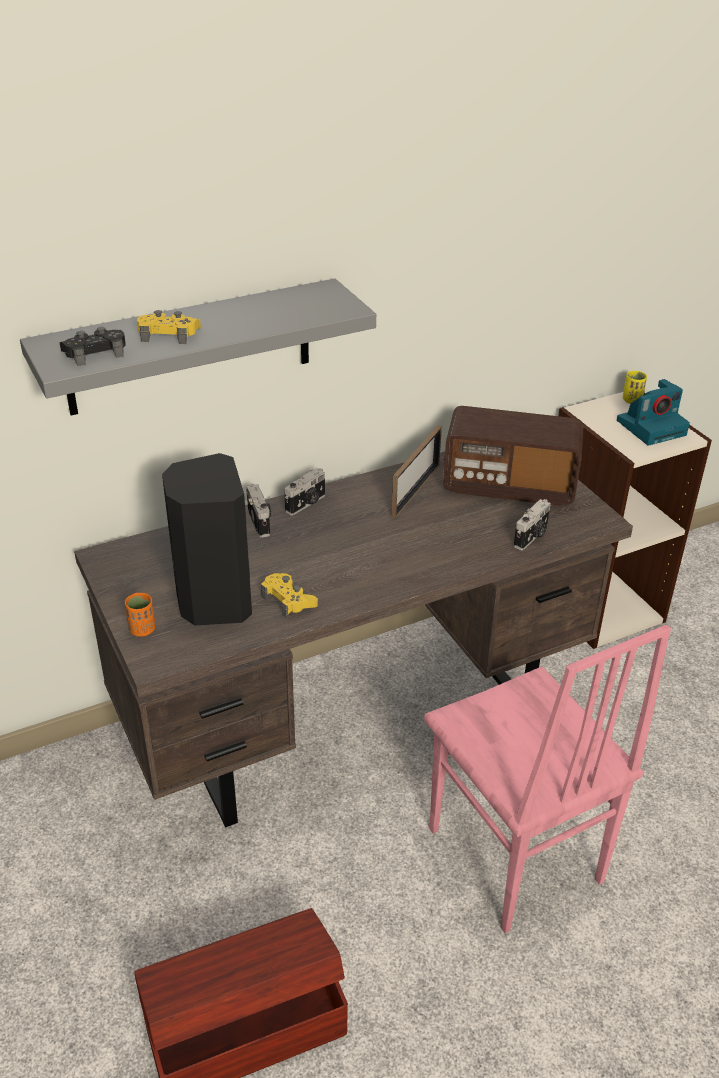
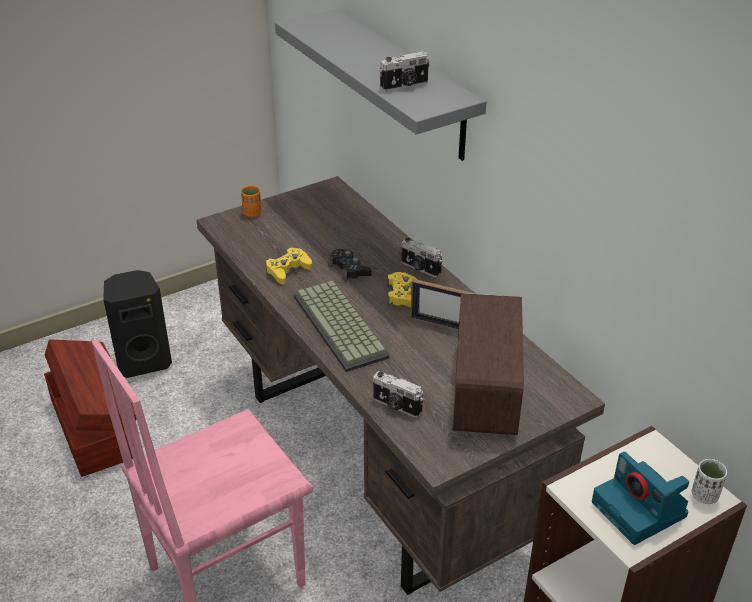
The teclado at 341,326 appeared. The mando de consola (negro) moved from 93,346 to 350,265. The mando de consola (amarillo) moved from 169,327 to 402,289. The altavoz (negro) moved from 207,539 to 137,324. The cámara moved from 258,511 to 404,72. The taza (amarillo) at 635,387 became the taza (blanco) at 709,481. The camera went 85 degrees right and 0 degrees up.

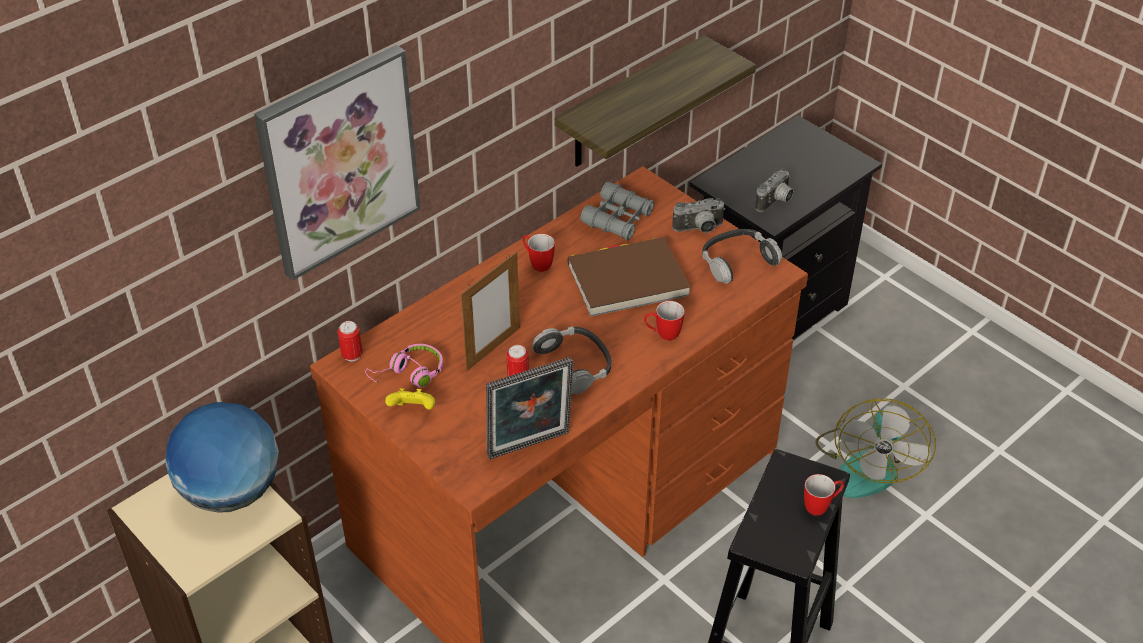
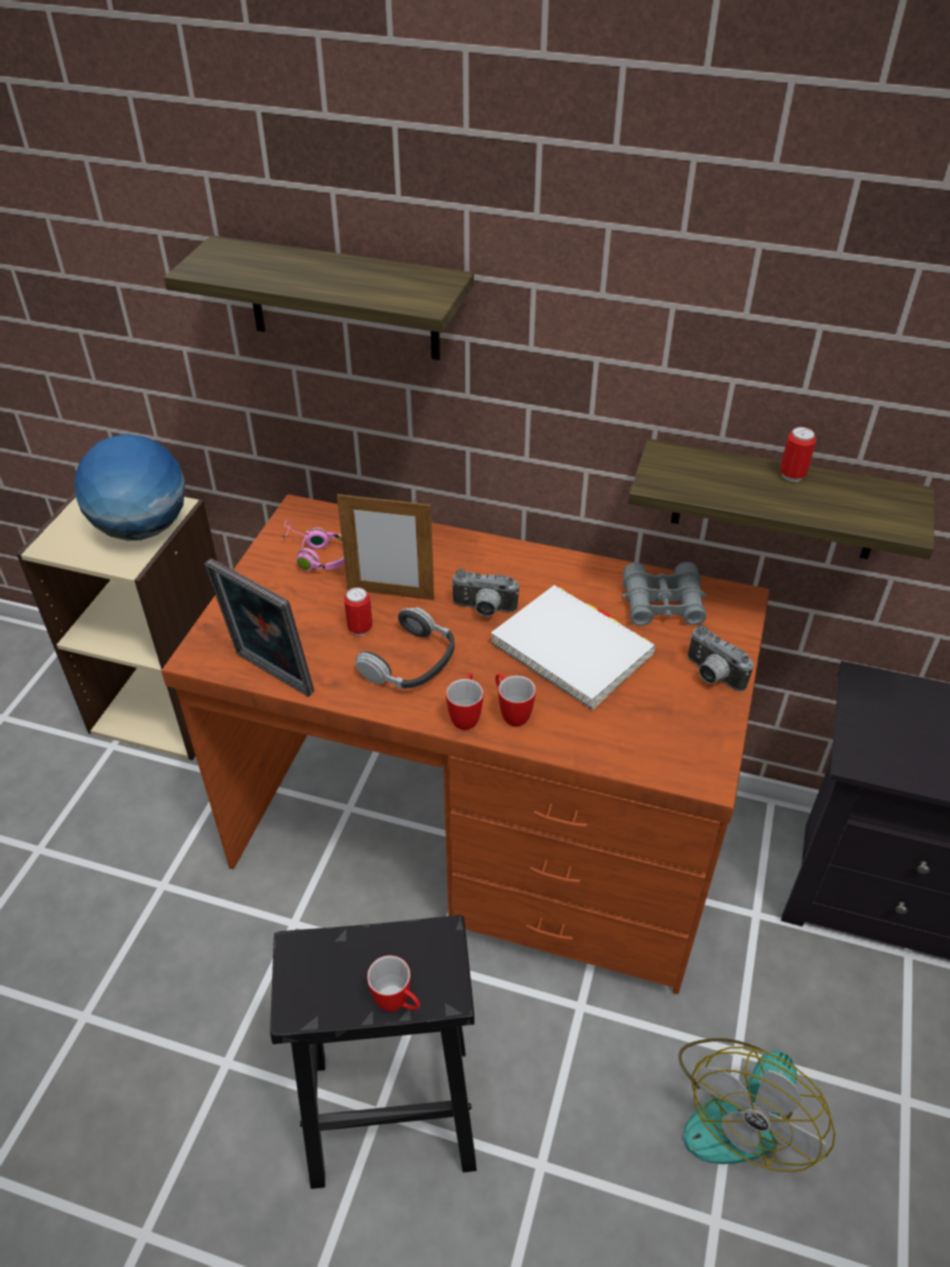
The mando de consola (amarillo) at 410,399 disappeared. The auriculares at 742,256 disappeared. The lata moved from 350,341 to 798,454. The taza grande moved from 538,253 to 464,701. The cámara moved from 774,190 to 485,592. The cuadro at 337,163 was replaced by the estante at 319,297. The libro (marrón) at 628,276 became the libro (blanco) at 573,647. The ventilador at 875,448 turned 45 degrees counterclockwise. The camera went 60 degrees right and 0 degrees up.

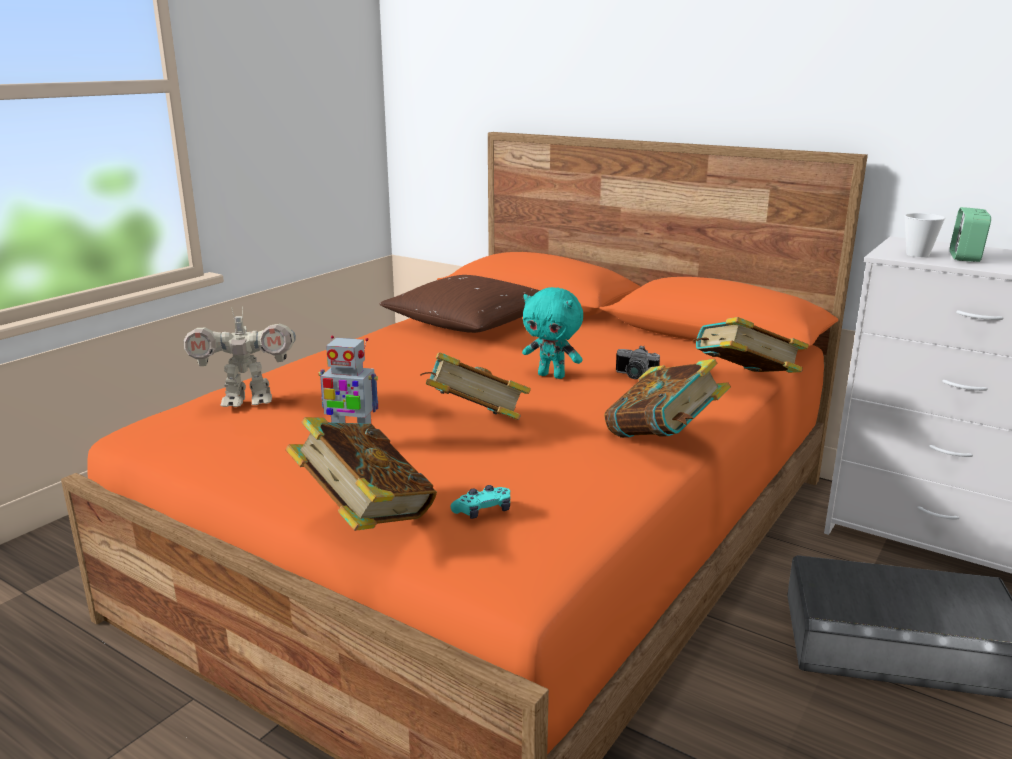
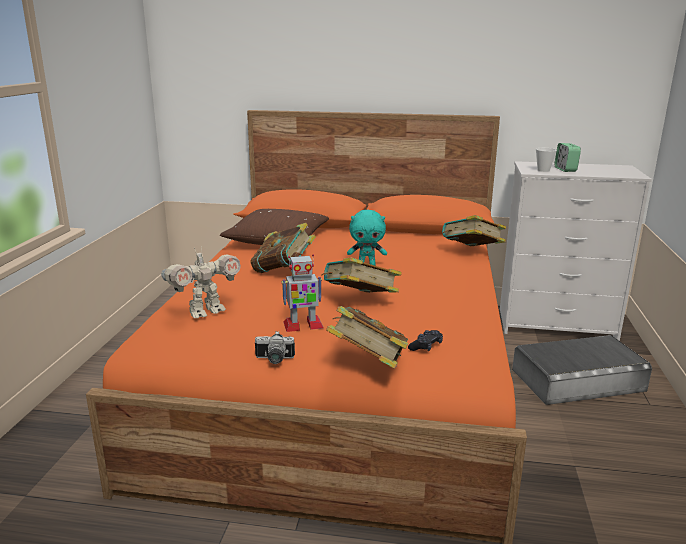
The libro moved from 667,398 to 283,248. The cámara moved from 638,362 to 275,348. The mando de consola (turquesa) at 480,502 became the mando de consola (negro) at 425,340. The camera went 25 degrees left and 0 degrees up.

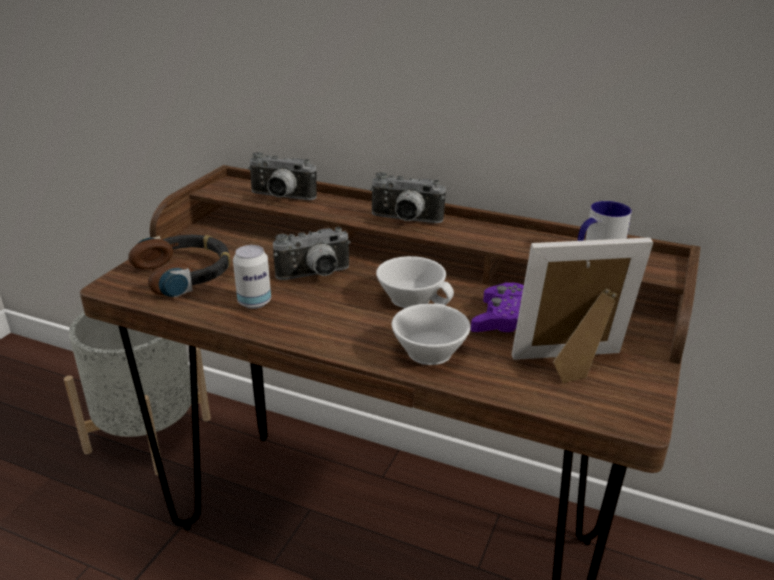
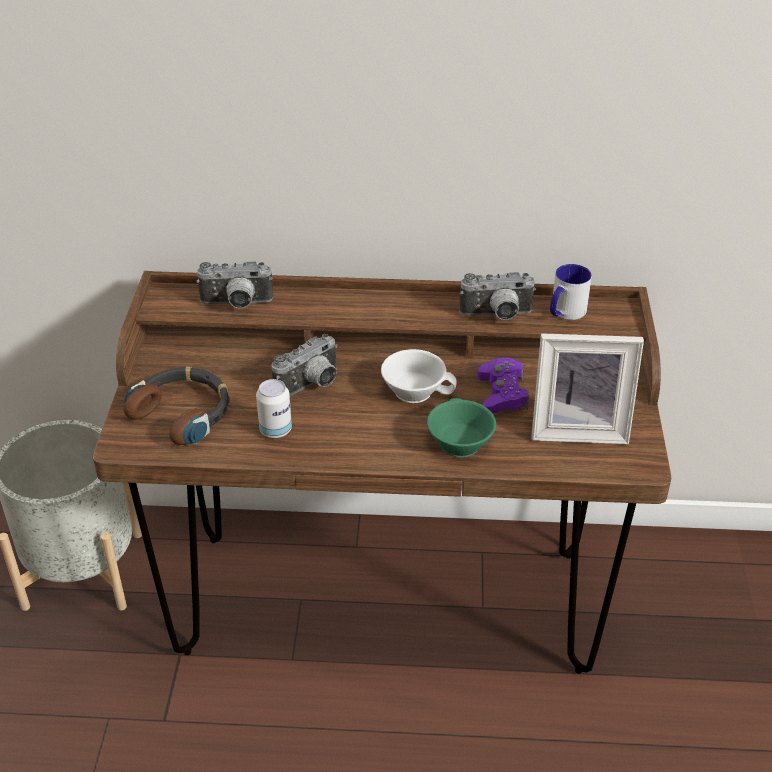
The cámara moved from 408,197 to 497,296. The taza (blanco) at 431,334 became the taza (verde) at 461,428. The portarretratos at 582,310 turned 150 degrees counterclockwise. The camera went 20 degrees left and 10 degrees up.

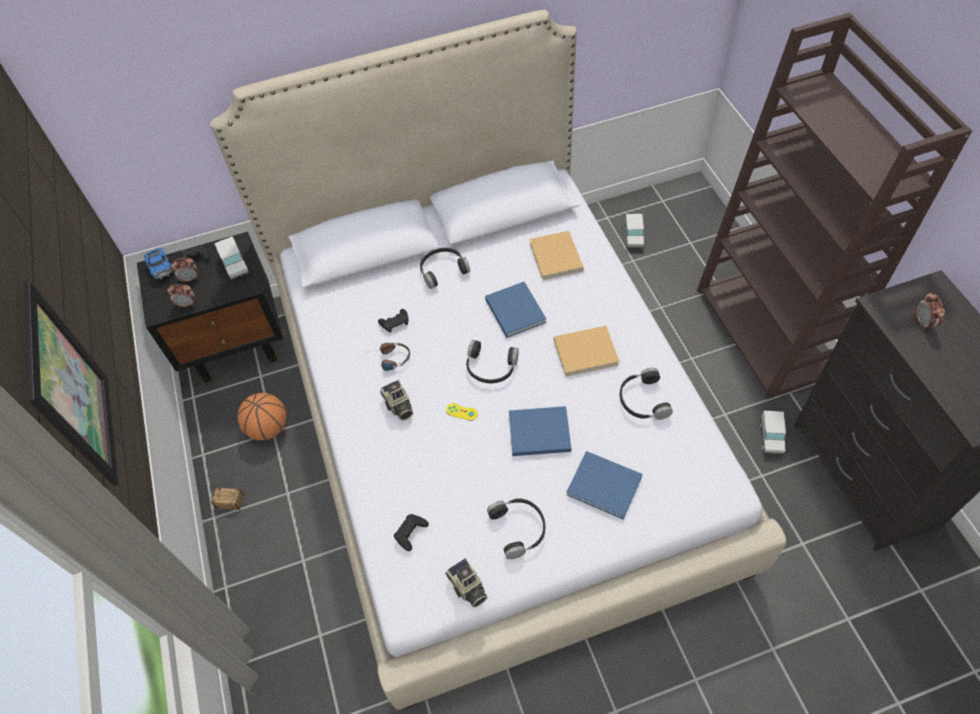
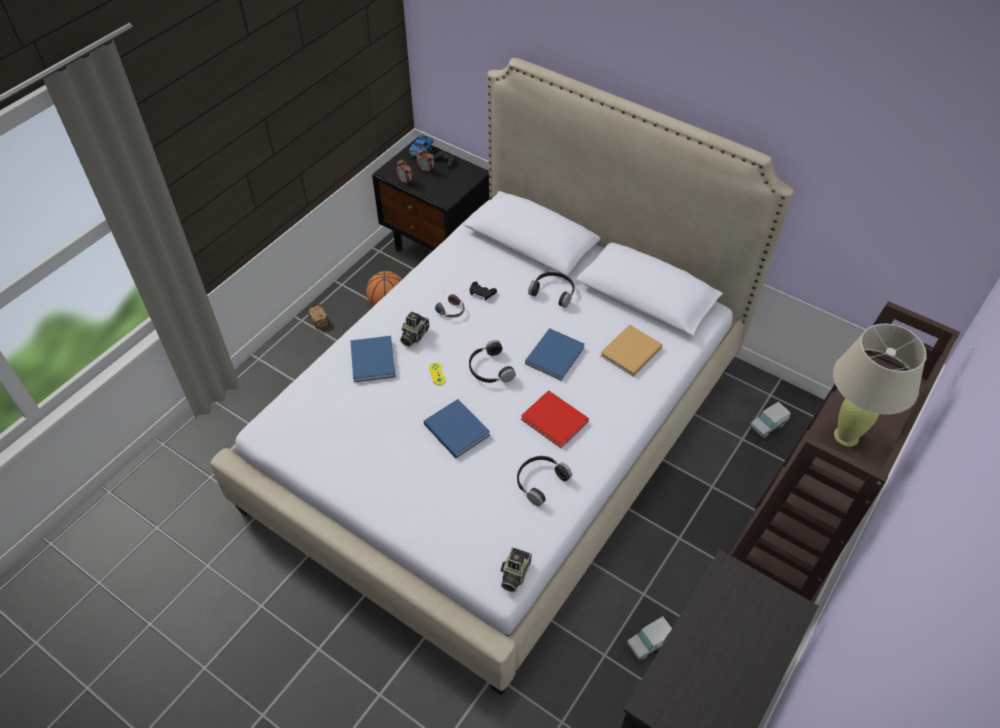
The cuadro at 71,383 disappeared. The camión de juguete at 231,258 disappeared. The mando de consola (negro) at 411,532 disappeared. The auriculares (negro) at 516,528 disappeared. The despertador at 930,311 disappeared. The lámpara de mesa (beis) at 879,385 appeared. The cámara moved from 466,583 to 516,569. The libro (azul) moved from 604,485 to 373,359. The libro (beis) at 587,351 became the libro (rojo) at 555,419. The camera went 50 degrees right and 5 degrees down.

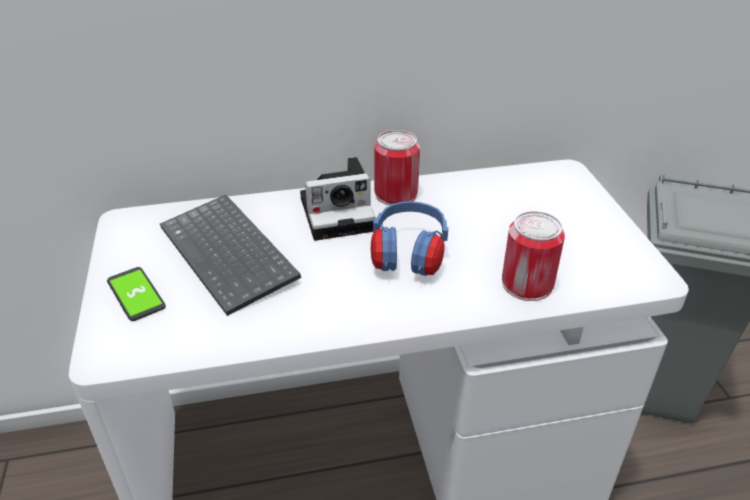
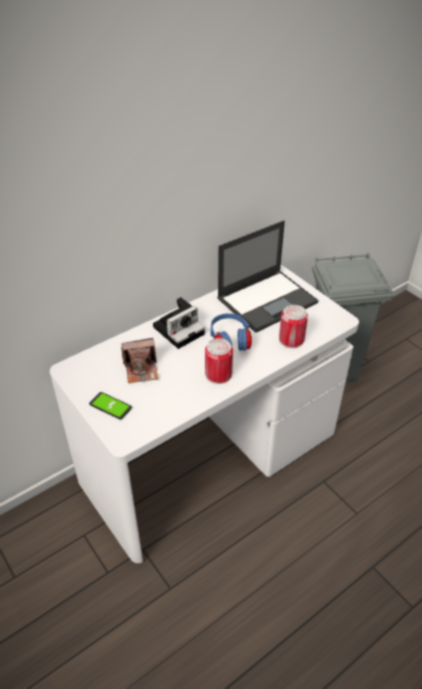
The portátil at 267,276 appeared. The lata moved from 397,167 to 219,361. The teclado at 230,255 was replaced by the cámara at 139,360. The camera went 25 degrees left and 5 degrees up.

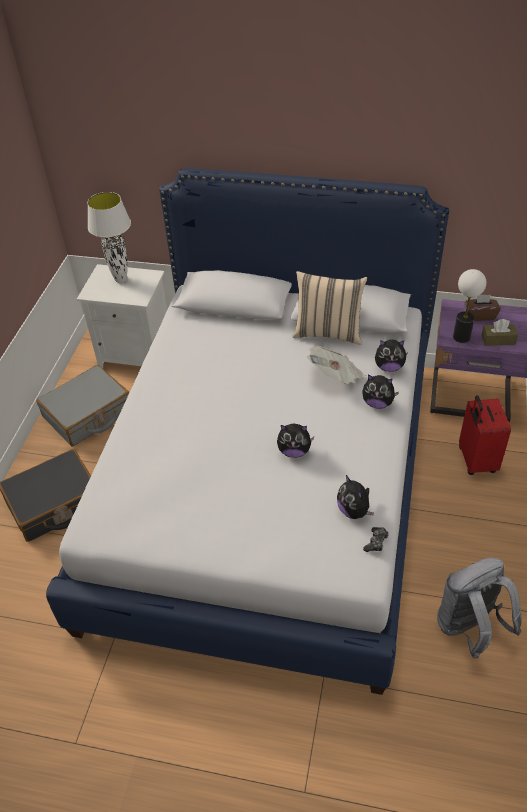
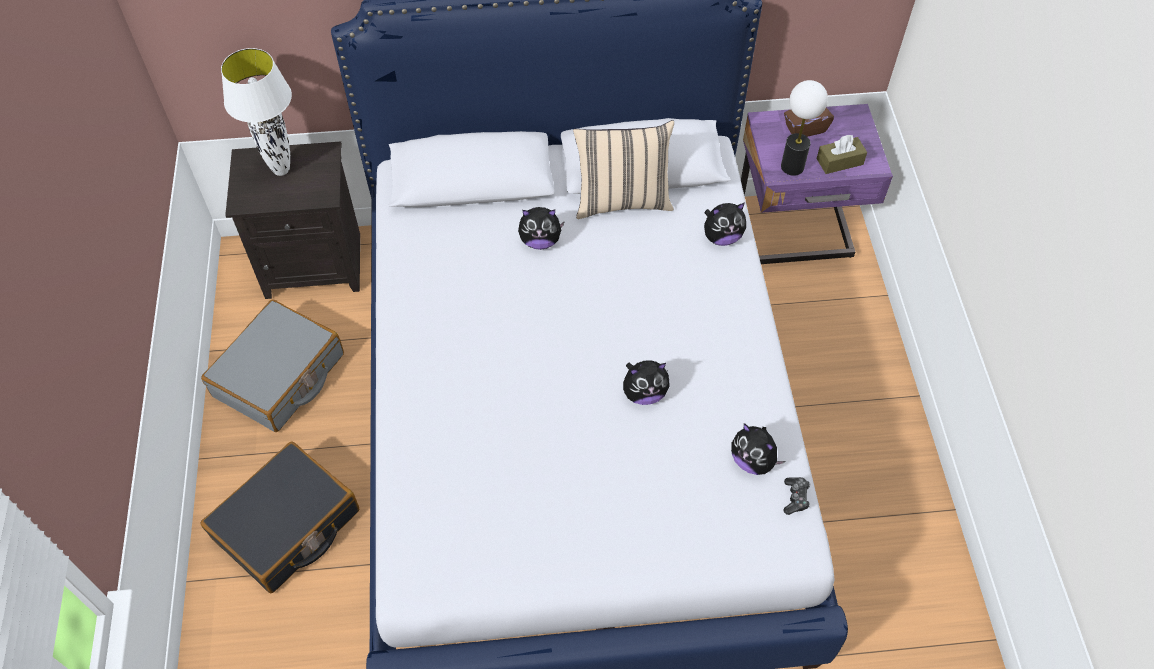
The periódico at 336,365 disappeared. The mochila (gris) at 479,608 disappeared. The maleta (rojo) at 485,435 disappeared. The peluche moved from 380,391 to 541,228. The mesita de noche (blanco) at 122,316 became the mesita de noche (negro) at 292,220. The camera went 20 degrees left and 10 degrees up.

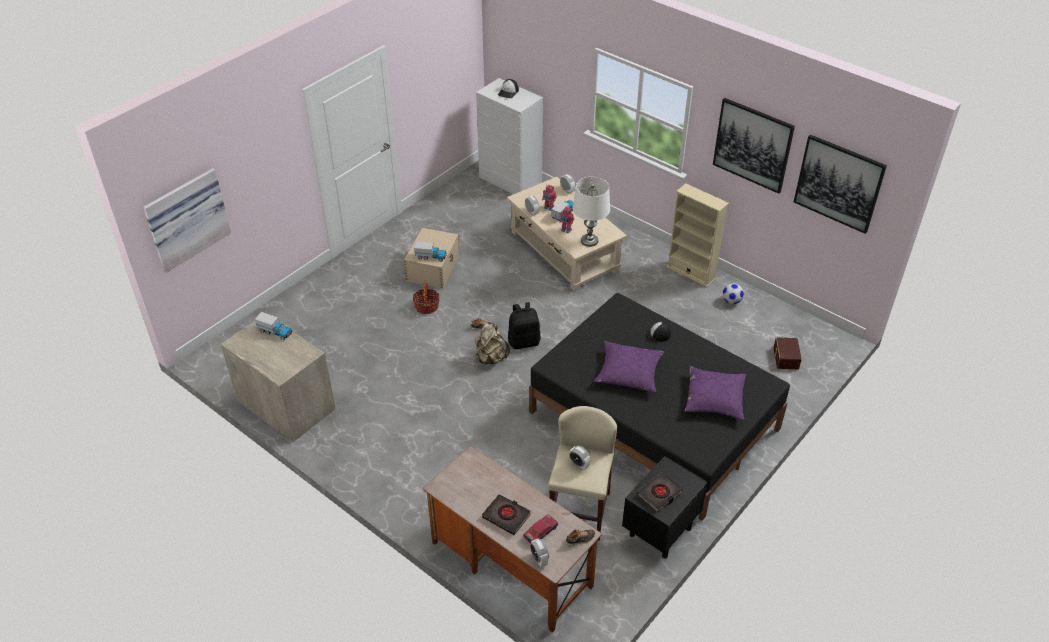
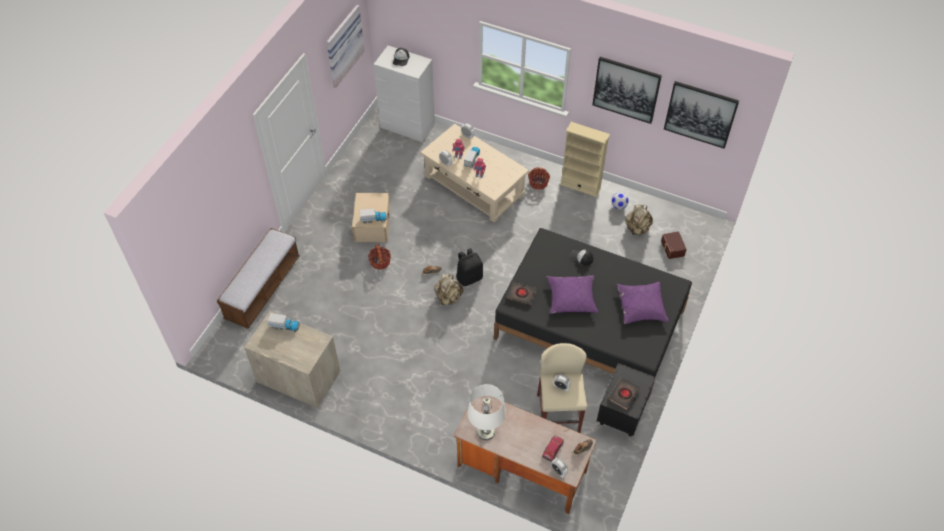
The banco at 258,278 appeared. The cesta at 539,178 appeared. The mochila (beis) at 639,219 appeared. The cuadro moved from 187,220 to 346,46. The libro (negro) moved from 506,514 to 521,294. The lámpara de mesa (blanco) moved from 591,212 to 486,412. The camera went 15 degrees left and 10 degrees up.

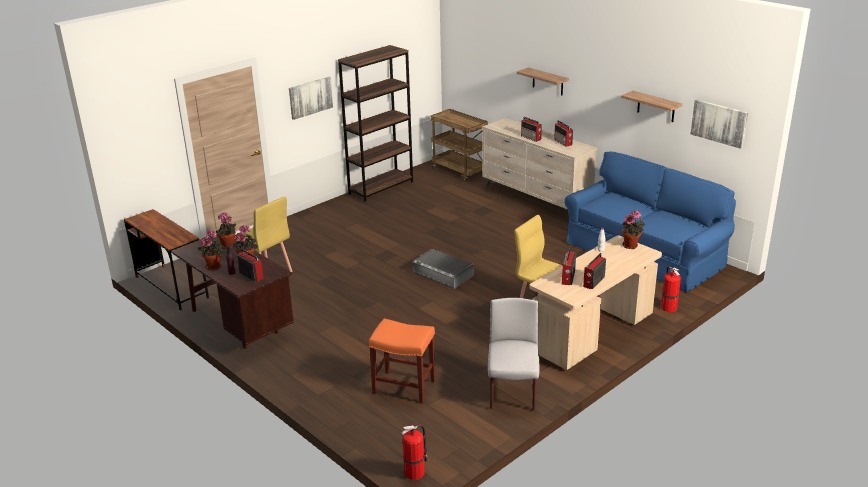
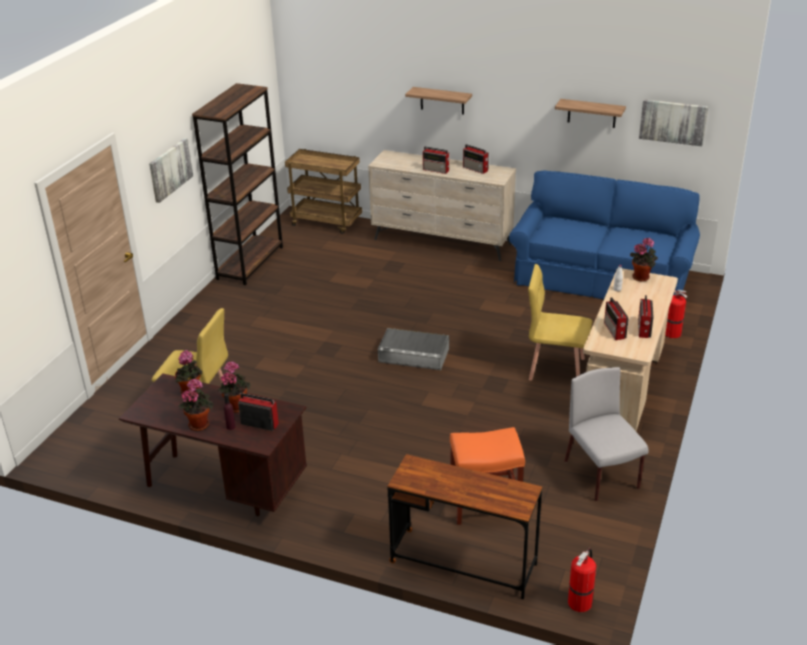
The escritorio (marrón) moved from 166,260 to 465,527. The camera went 25 degrees left and 5 degrees up.

